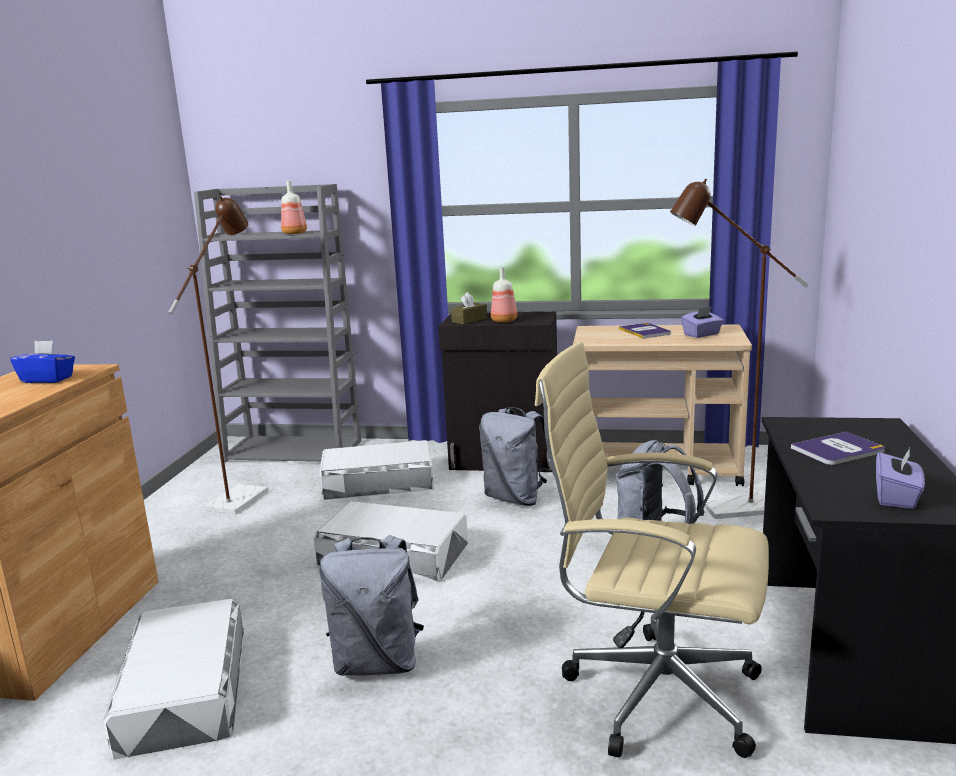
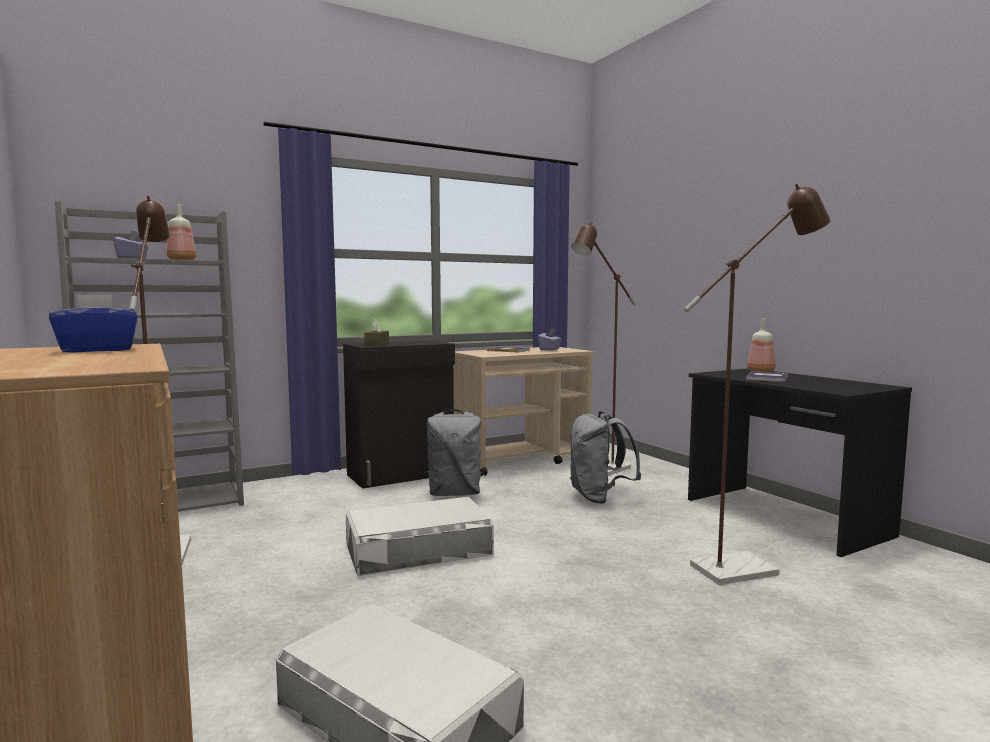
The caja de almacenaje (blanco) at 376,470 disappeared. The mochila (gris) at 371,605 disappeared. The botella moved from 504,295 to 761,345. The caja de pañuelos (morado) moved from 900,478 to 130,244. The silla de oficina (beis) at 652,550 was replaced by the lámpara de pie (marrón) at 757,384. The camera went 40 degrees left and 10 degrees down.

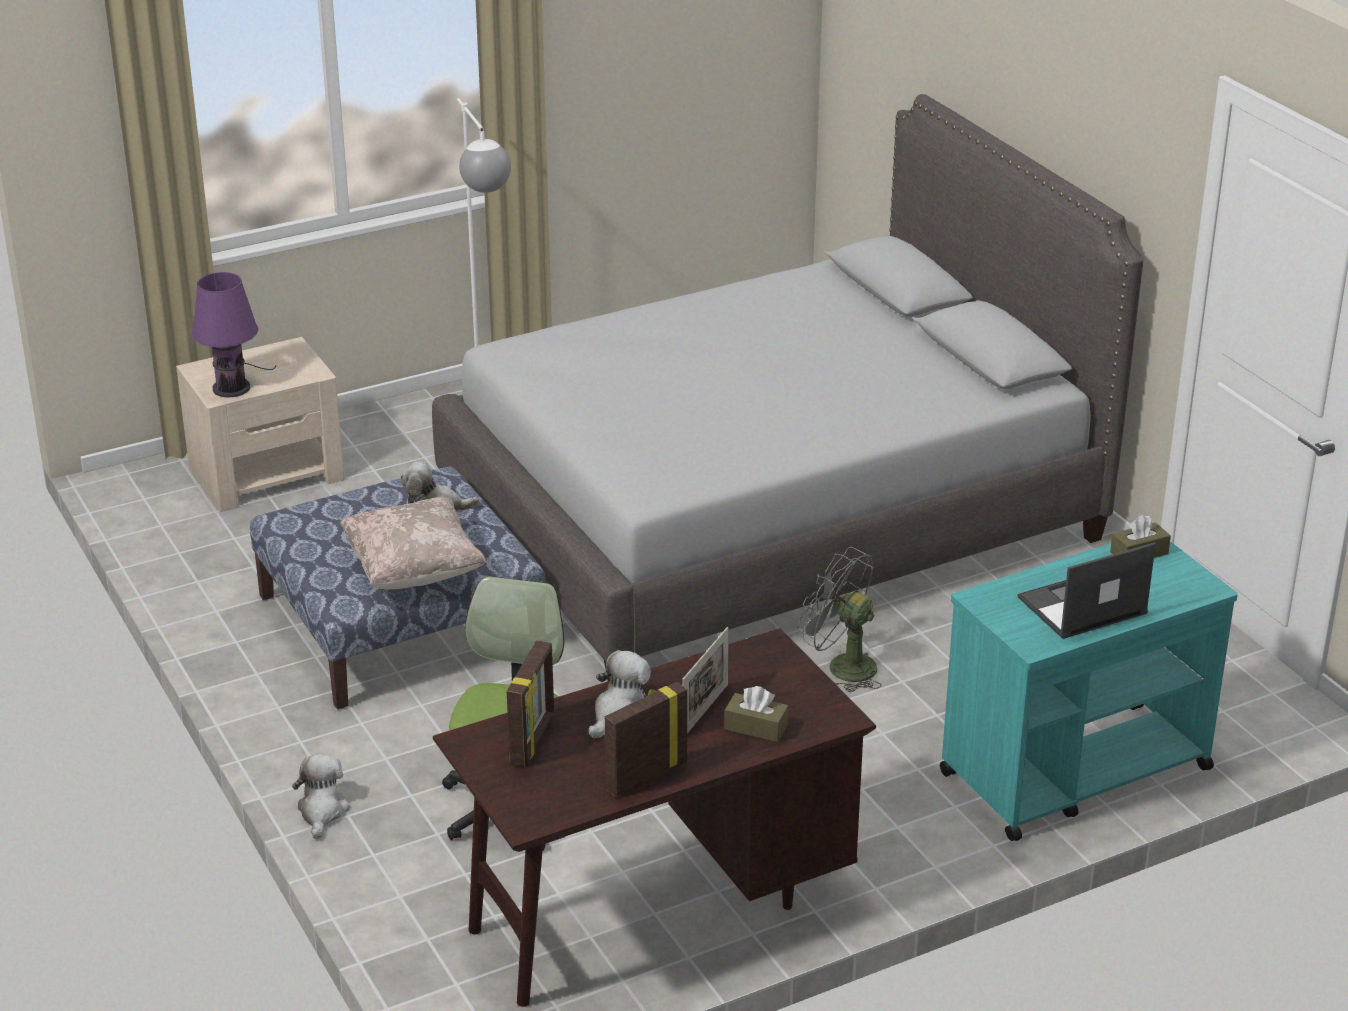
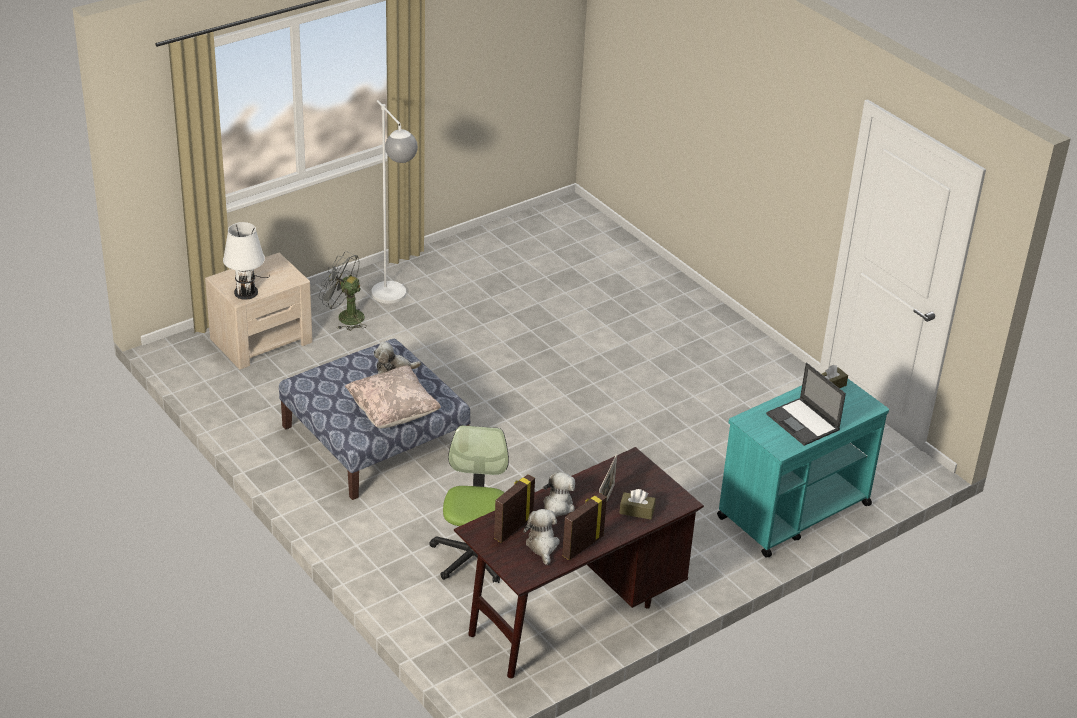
The cama (gris) at 787,387 disappeared. The peluche moved from 321,796 to 541,537. The ventilador (gris) moved from 840,619 to 343,291. The lámpara de mesa (morado) at 234,334 became the lámpara de mesa (blanco) at 246,261. The portarretratos at 530,703 turned 150 degrees counterclockwise. The portátil at 1086,590 turned 90 degrees counterclockwise. The camera went 10 degrees left and 5 degrees up.

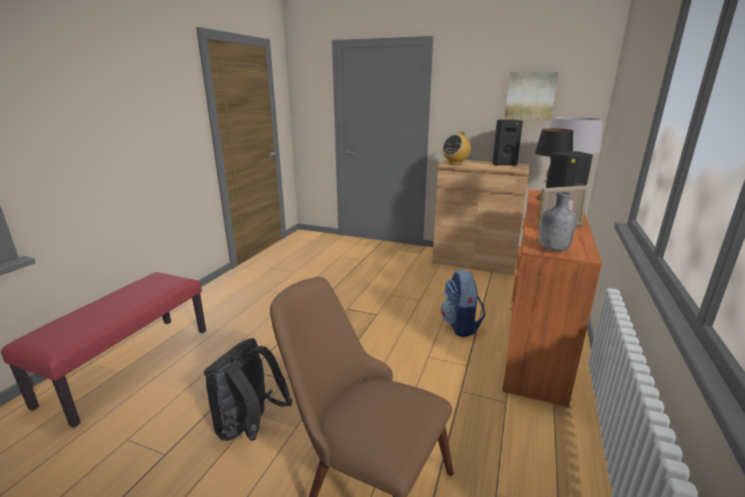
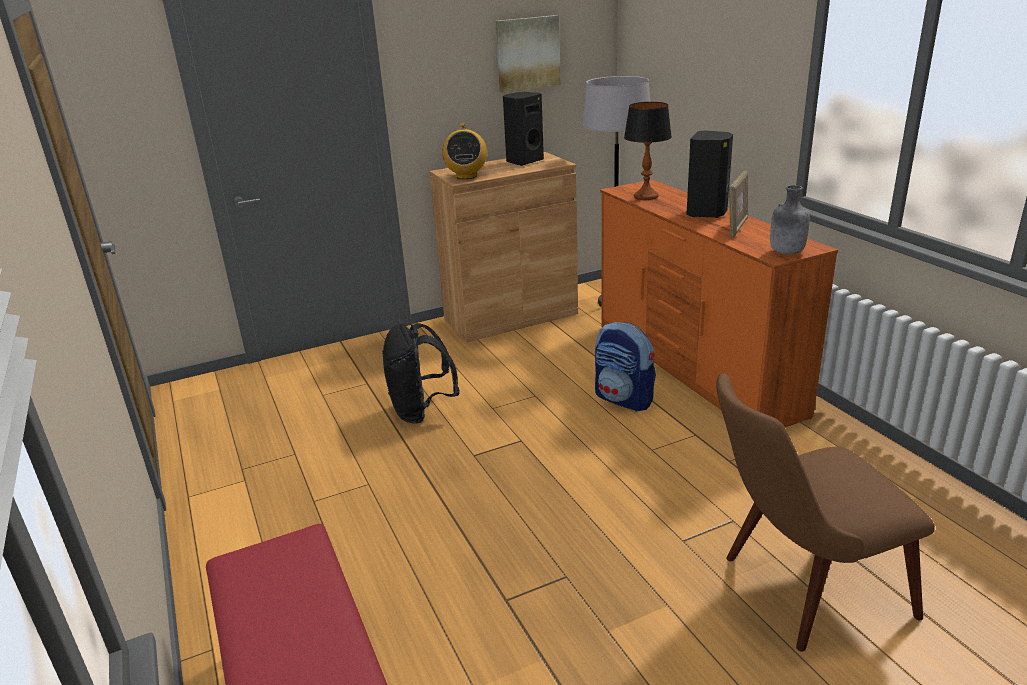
The mochila (negro) moved from 248,389 to 421,373. The camera went 45 degrees left and 5 degrees up.

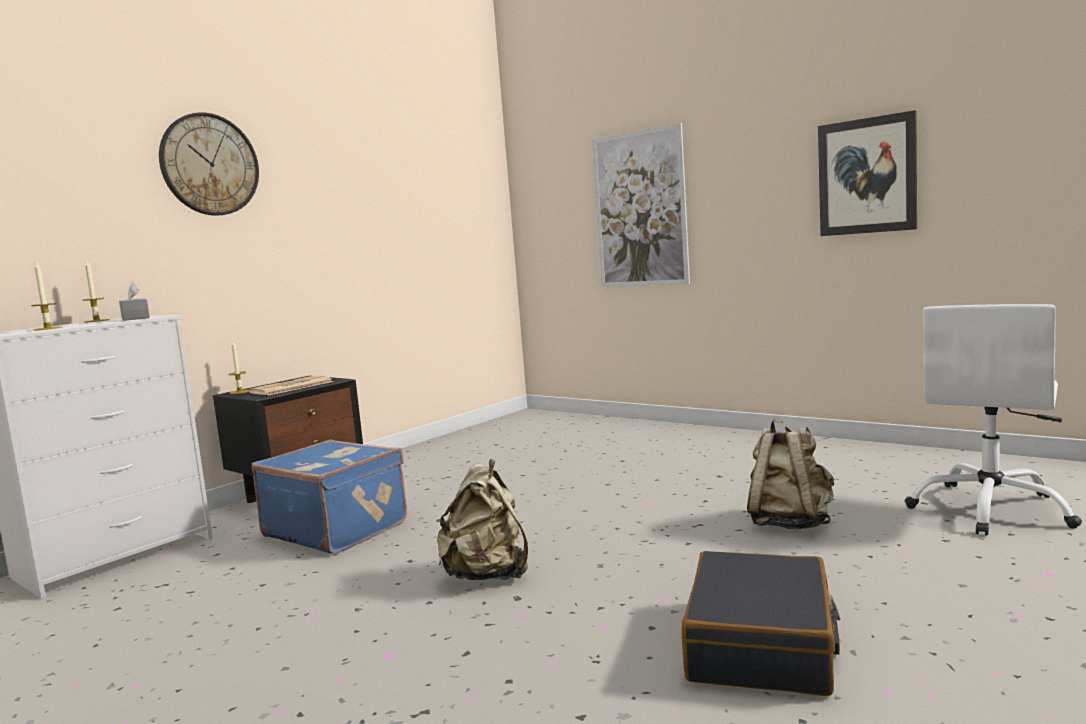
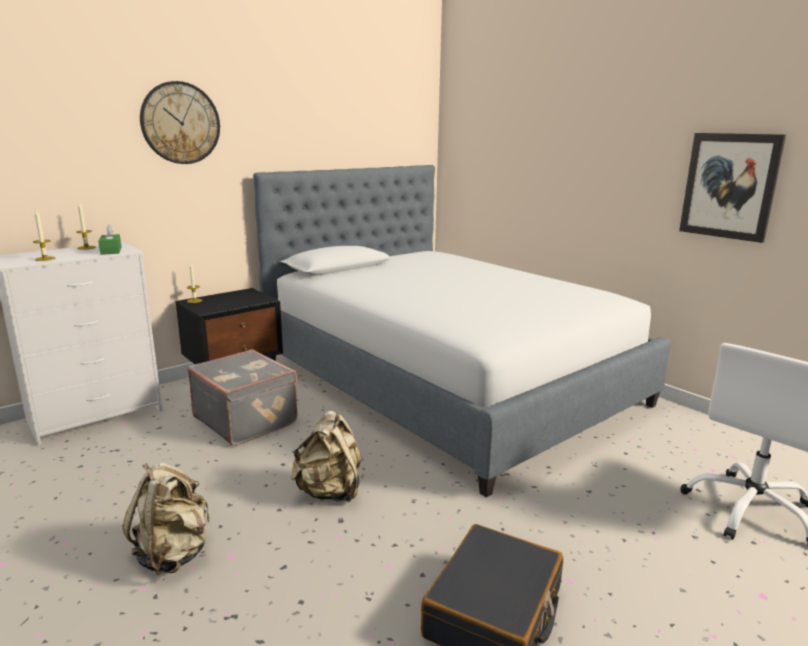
The periódico at 290,385 disappeared. The cuadro at 641,205 disappeared. The cama at 461,331 appeared. The mochila (beis) moved from 790,474 to 166,519. The caja de pañuelos (gris) at 134,301 became the caja de pañuelos (verde) at 110,239. The maleta (azul) at 329,496 became the maleta (gris) at 243,397. The camera went 10 degrees right and 10 degrees up.

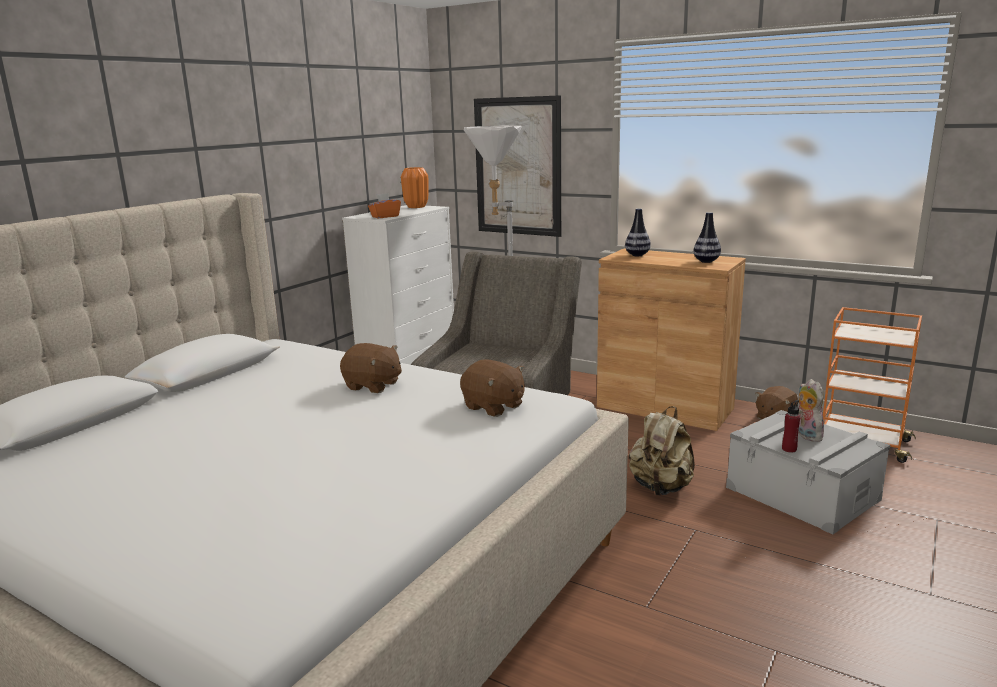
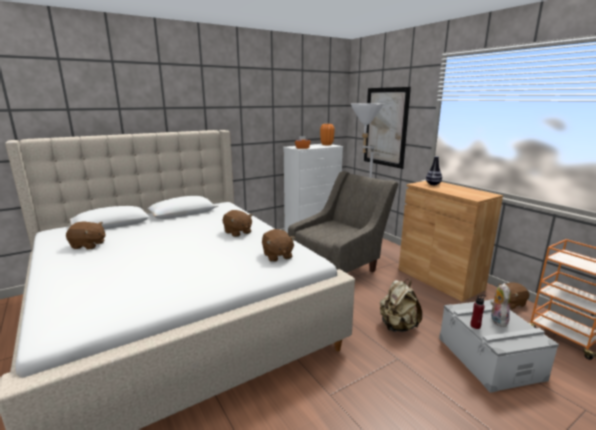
The florero at 707,237 disappeared. The peluche (marrón) at 85,235 appeared. The camera went 25 degrees right and 0 degrees up.

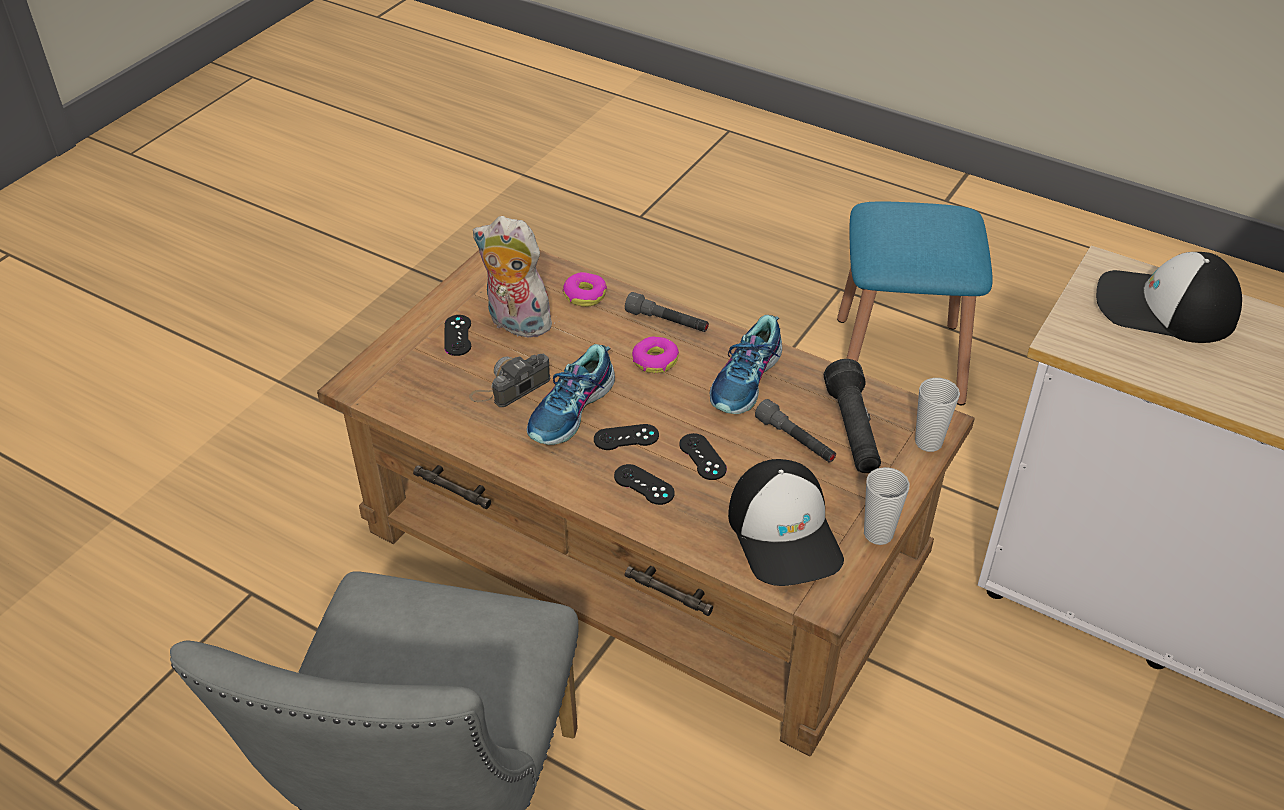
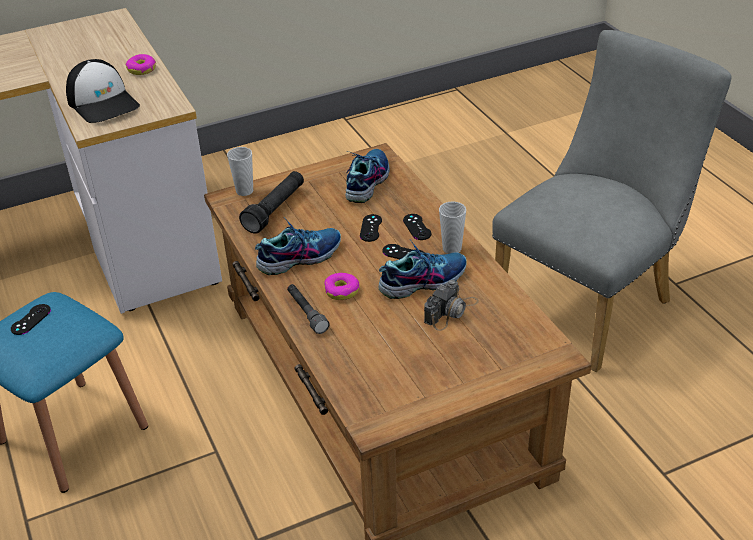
The peluche at 512,277 disappeared. The linterna (gris) at 795,431 disappeared. The mando de consola (negro) moved from 457,335 to 31,319. The rosquilla moved from 585,289 to 141,64. The taza moved from 887,506 to 452,228. The gorra at 786,522 was replaced by the zapato at 367,176. The cámara at 510,380 turned 45 degrees counterclockwise. The camera went 145 degrees left and 5 degrees down.

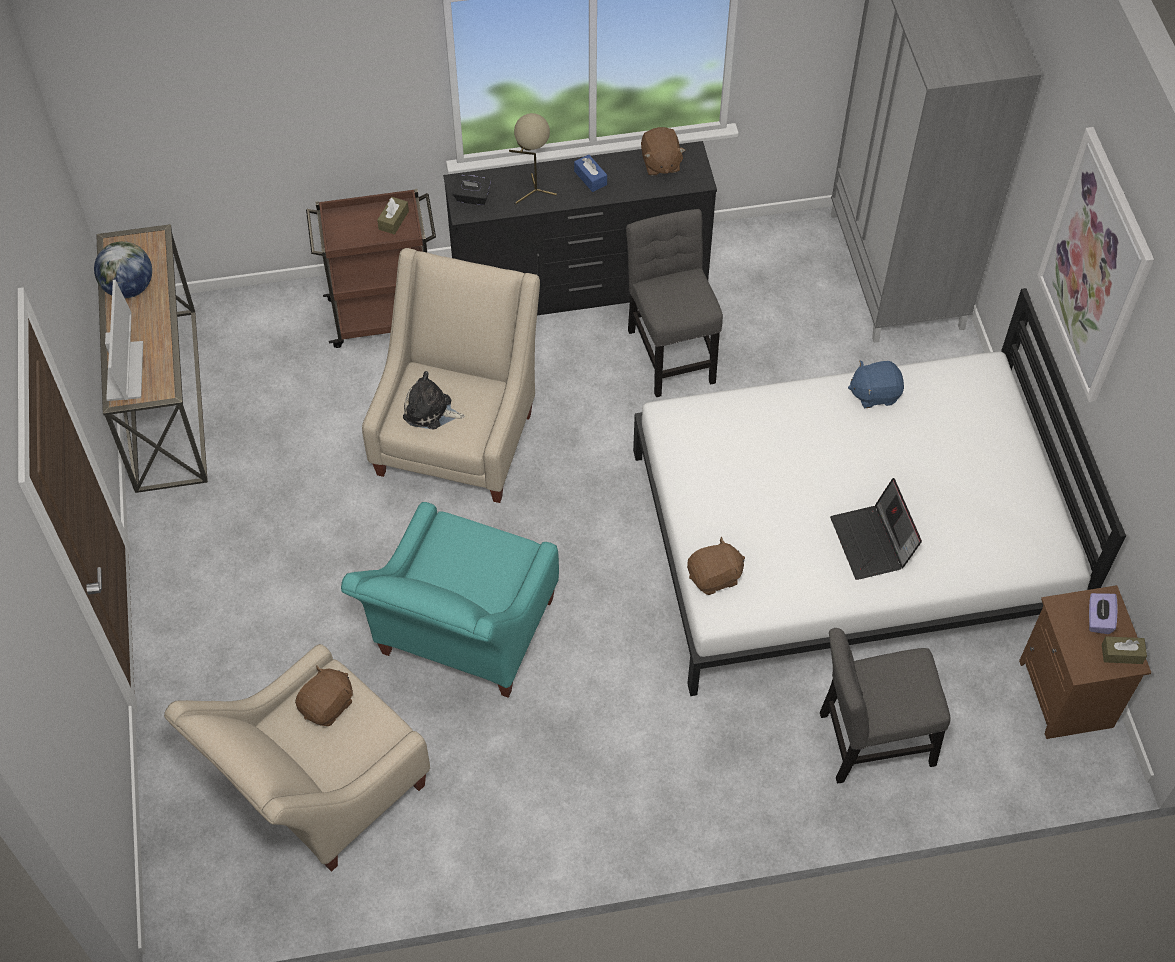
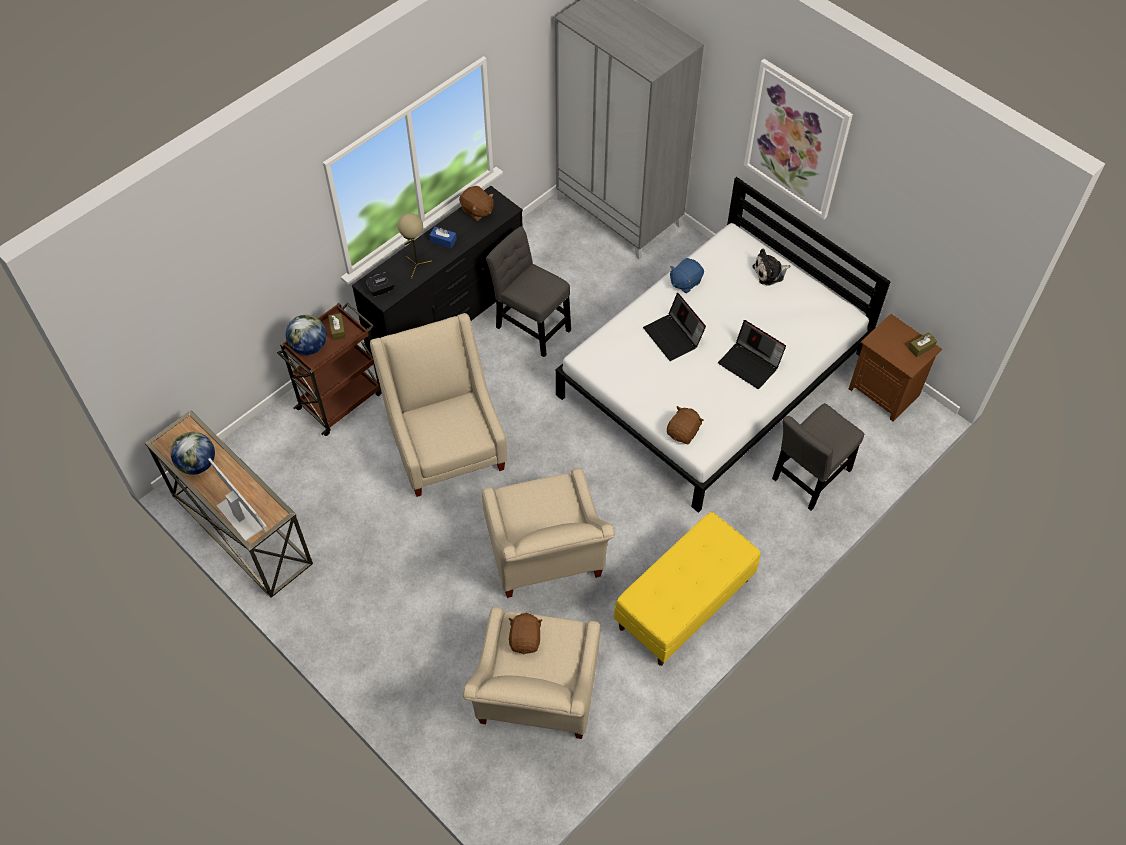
The caja de pañuelos (morado) at 1103,613 disappeared. The globo terráqueo at 306,335 appeared. The banco (amarillo) at 687,589 appeared. The portátil at 674,327 appeared. The peluche moved from 434,400 to 771,267. The sillón (turquesa) at 450,600 became the sillón (beis) at 548,533. The camera went 35 degrees left and 0 degrees up.

